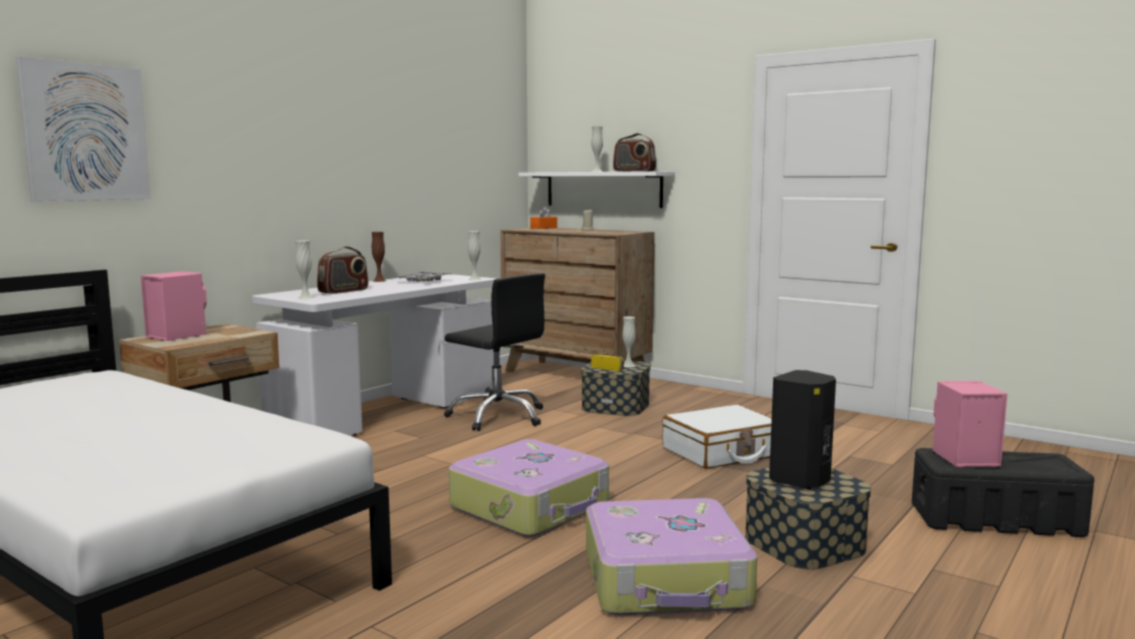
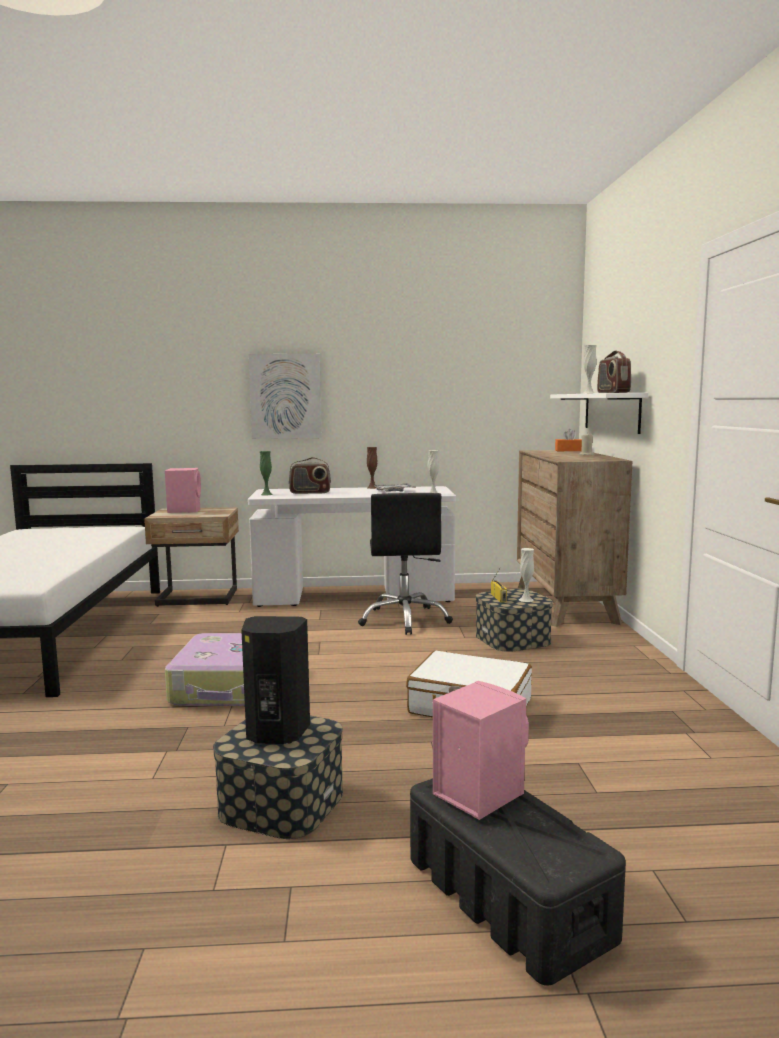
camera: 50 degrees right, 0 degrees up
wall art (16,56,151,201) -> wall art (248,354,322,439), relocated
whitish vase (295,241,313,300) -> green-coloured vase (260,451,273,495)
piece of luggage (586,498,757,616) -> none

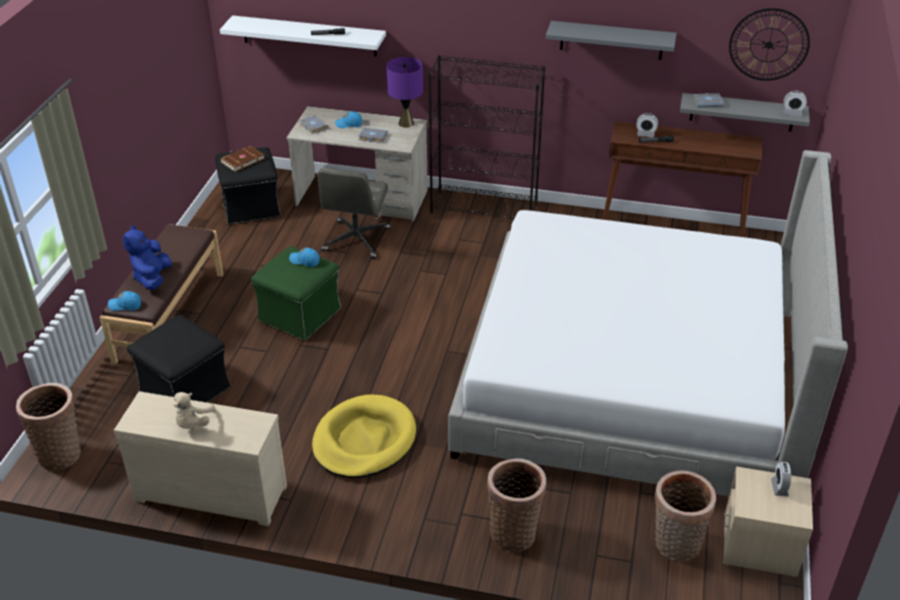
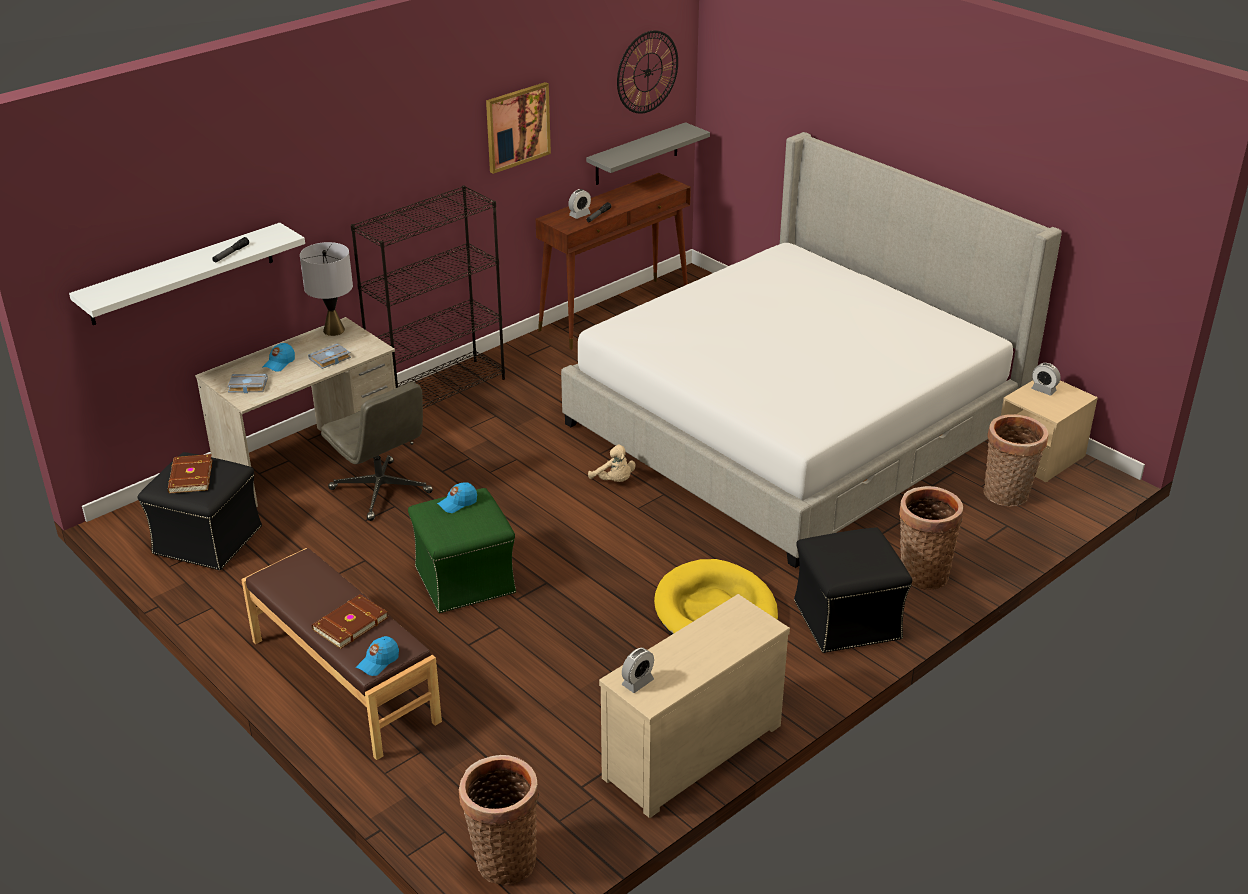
camera: 55 degrees left, 5 degrees down
bluish cuddly toy (123,225,172,290) -> brown bound book (312,594,388,649)
black-coloured pouffe (127,315,231,403) -> black-coloured pouffe (794,527,912,653), relocated
beige-coloured cuddly toy (173,392,216,429) -> beige-coloured cuddly toy (588,444,636,482), relocated
purple table lamp (387,57,423,127) -> greyish table lamp (300,242,353,336)
greyish wall shelf (546,21,676,60) -> wall art (486,82,551,174)
greyish bound book (693,93,724,107) -> none
alarm clock (783,91,807,116) -> alarm clock (622,648,654,693), relocated

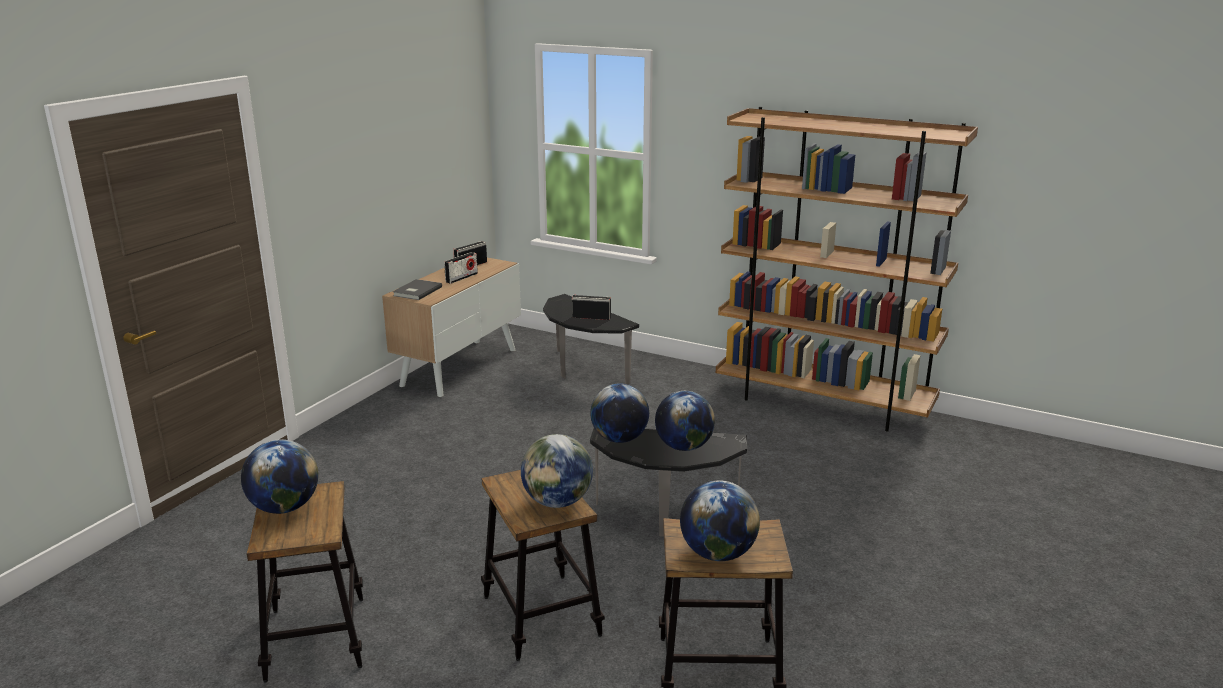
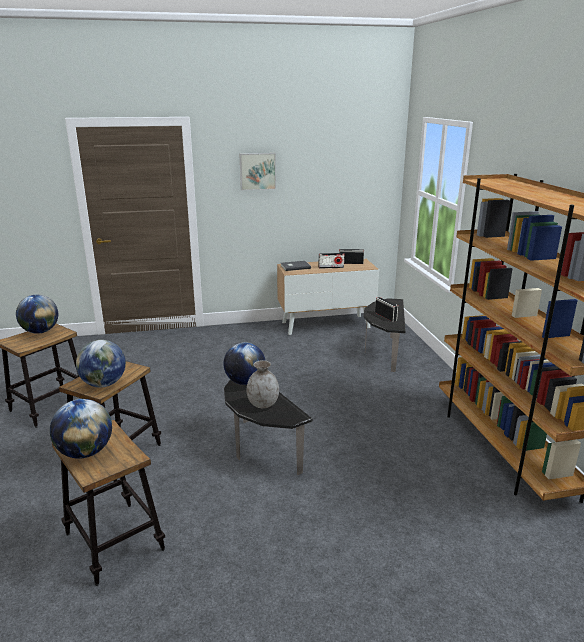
camera: 50 degrees right, 0 degrees up
desk globe (655,391,715,451) -> greyish vase (247,360,279,408)
none -> wall art (240,153,276,191)

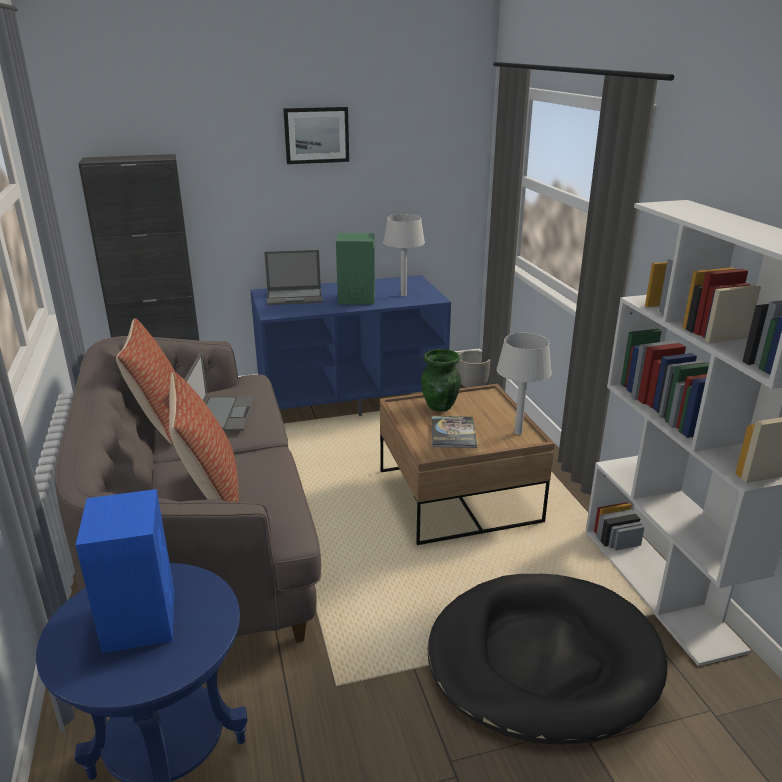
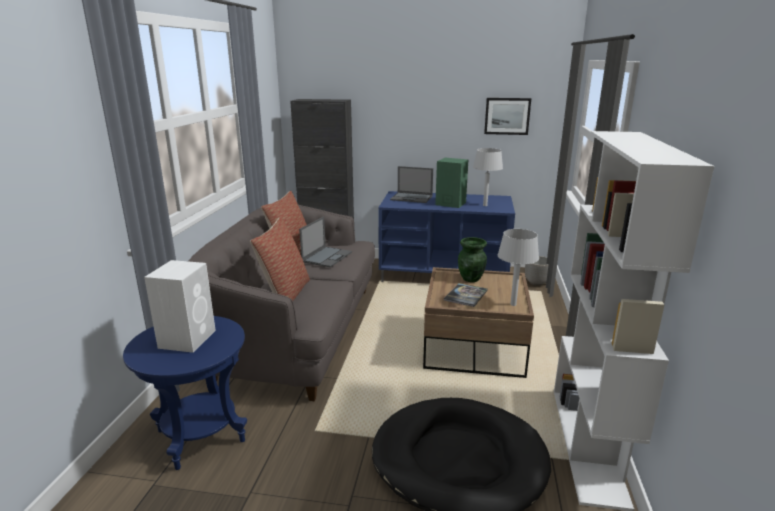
camera: 25 degrees right, 5 degrees down
bluish speaker (76,489,174,653) -> whitish speaker (144,260,216,353)
wall art (283,107,349,164) -> wall art (484,98,531,135), relocated

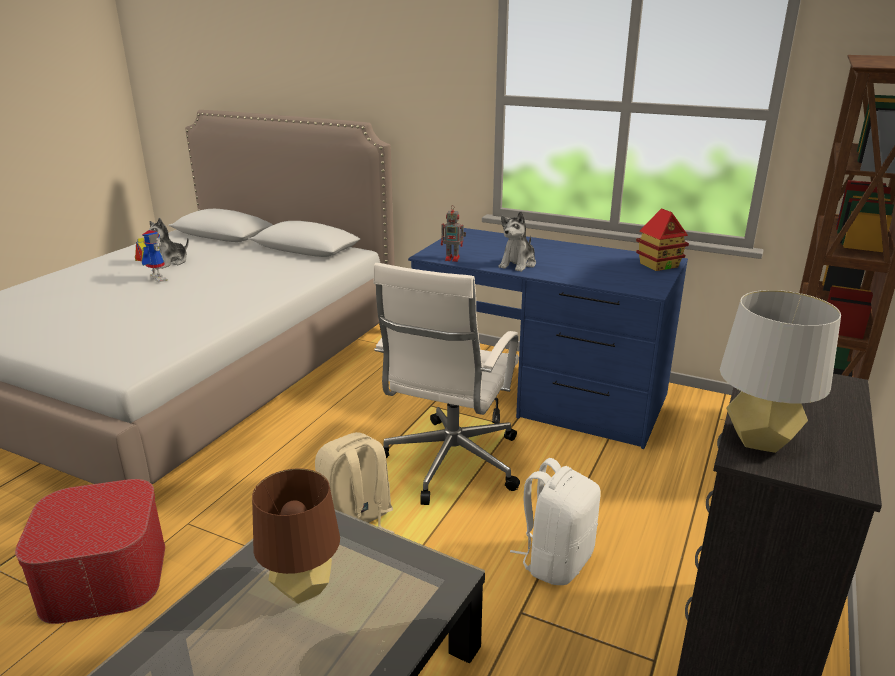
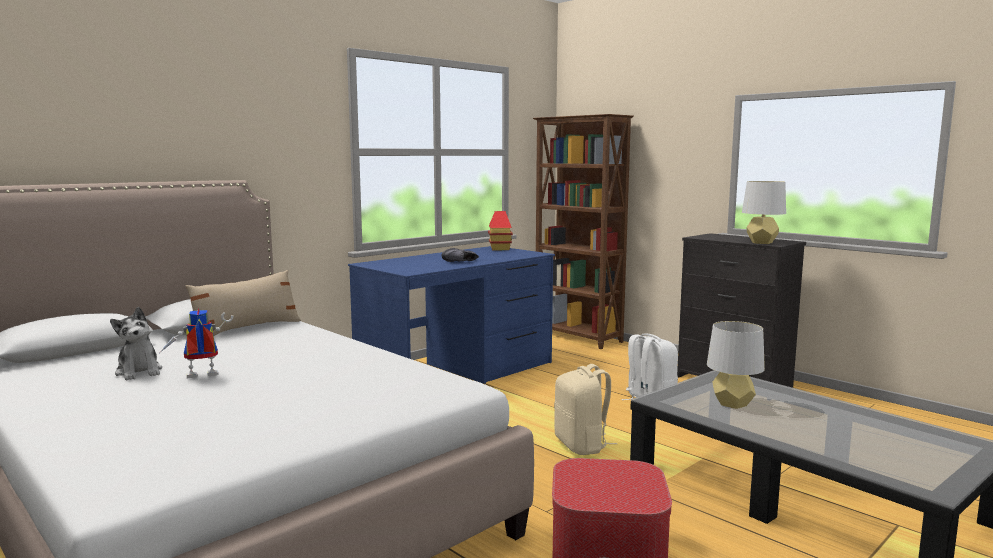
camera: 70 degrees left, 15 degrees down
brown table lamp (252,468,340,604) -> greyish table lamp (707,321,765,409)
whitish computer chair (373,263,520,505) -> none
robot figure (441,205,466,262) -> none
cuddly toy (499,211,536,272) -> black-coloured low shoe (442,248,479,262)
none -> beige-coloured pillow (186,270,301,336)

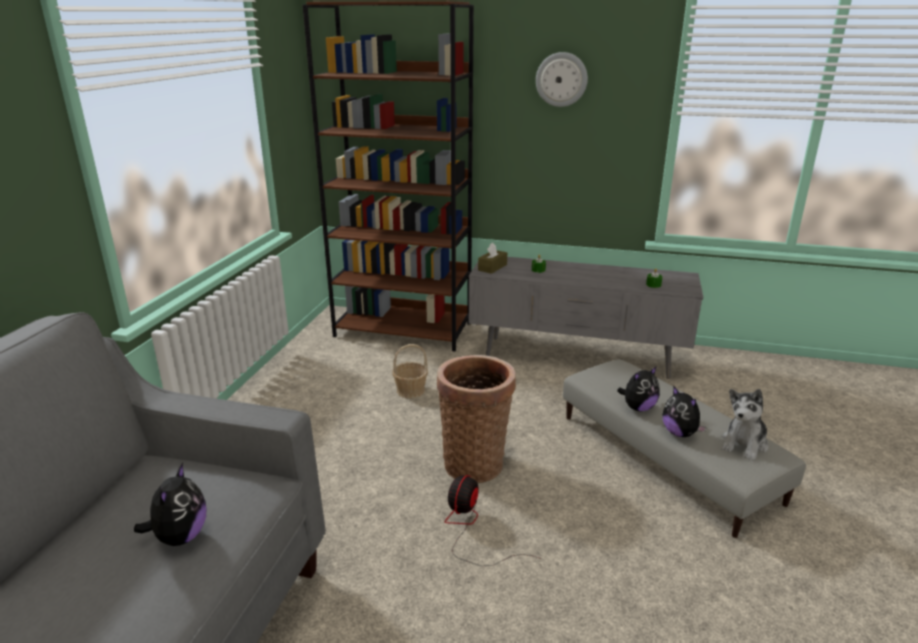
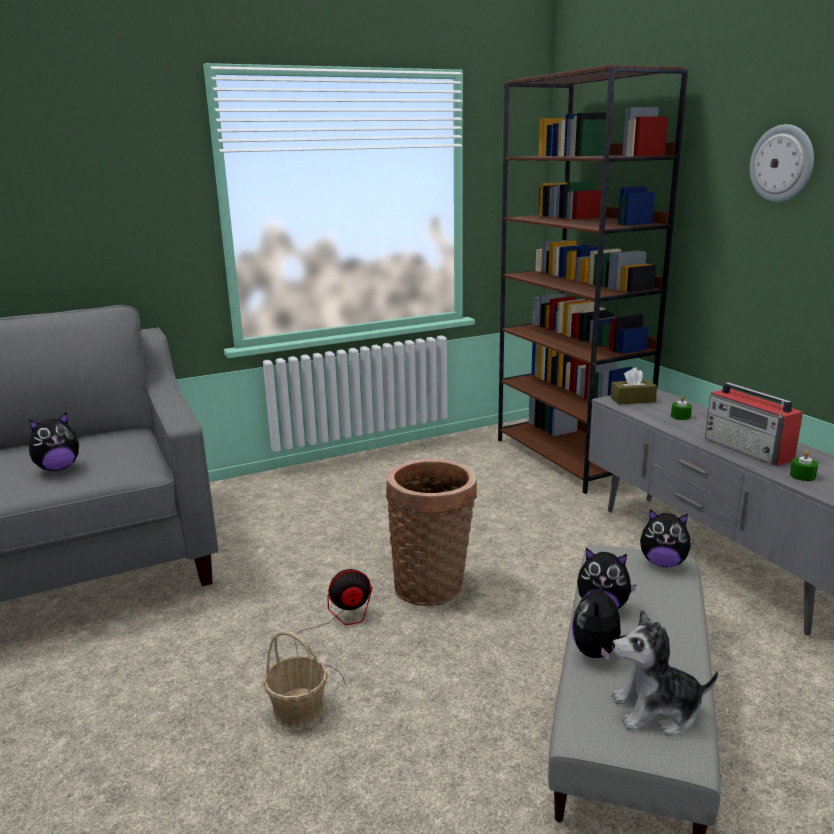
camera: 50 degrees right, 5 degrees down
household basket (392,344,428,398) -> household basket (263,631,328,728), relocated
none -> cuddly toy (640,509,695,567)
none -> radio set (705,382,803,466)

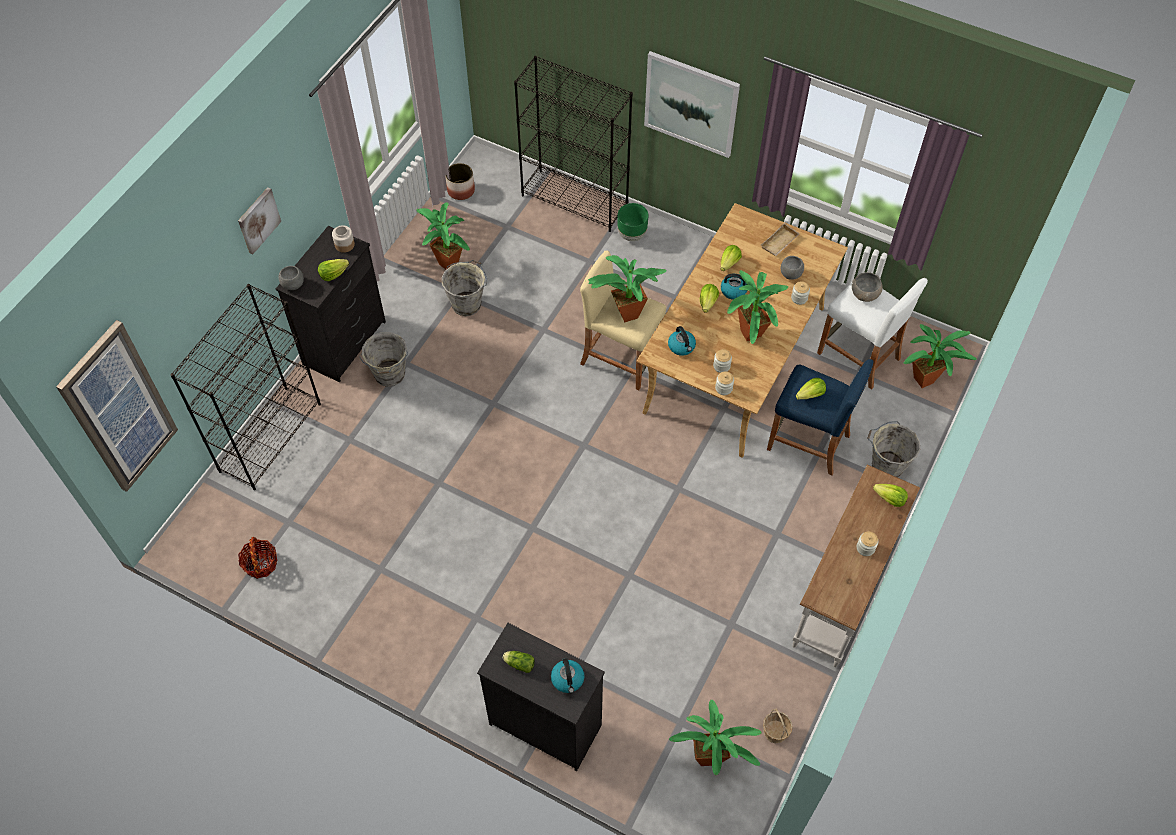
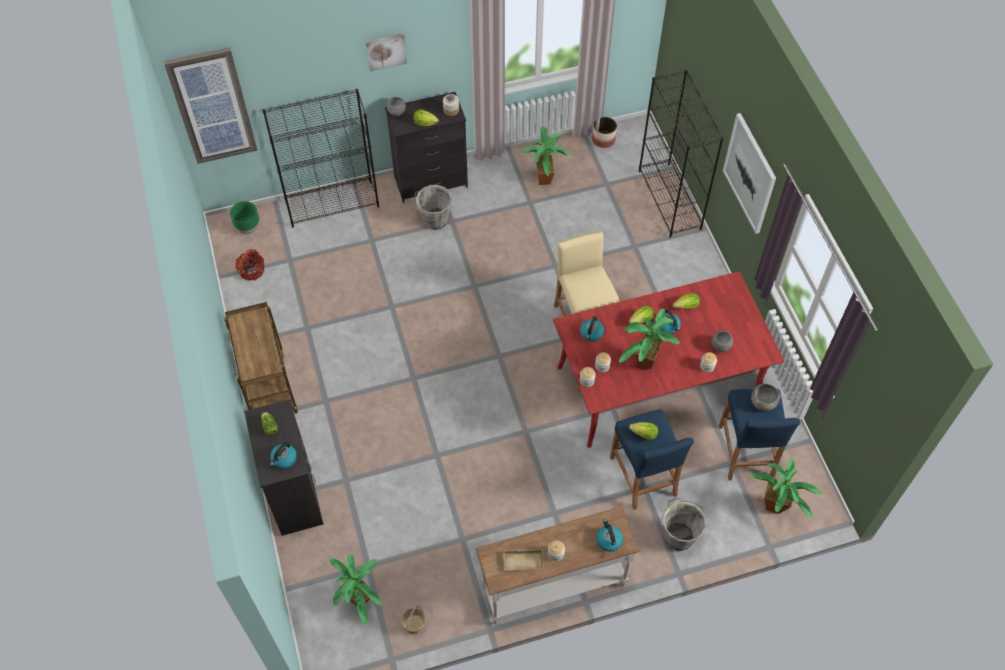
camera: 45 degrees right, 0 degrees up
greyish pail (442,259,487,316) -> none
potted plant (588,255,666,322) -> none
green-coloured planter (618,203,648,241) -> green-coloured planter (230,201,260,234), relocated
beige-coloured kitchen table (637,203,848,458) -> red kitchen table (553,271,784,448)
beige-coloured serving tray (761,223,800,256) -> beige-coloured serving tray (503,549,544,571), relocated
whitish stool seat (817,278,928,390) -> bluish stool seat (719,388,800,480)
lettuce (873,484,908,507) -> water kettle (596,519,623,552)
none -> brown trolley (224,302,298,414)

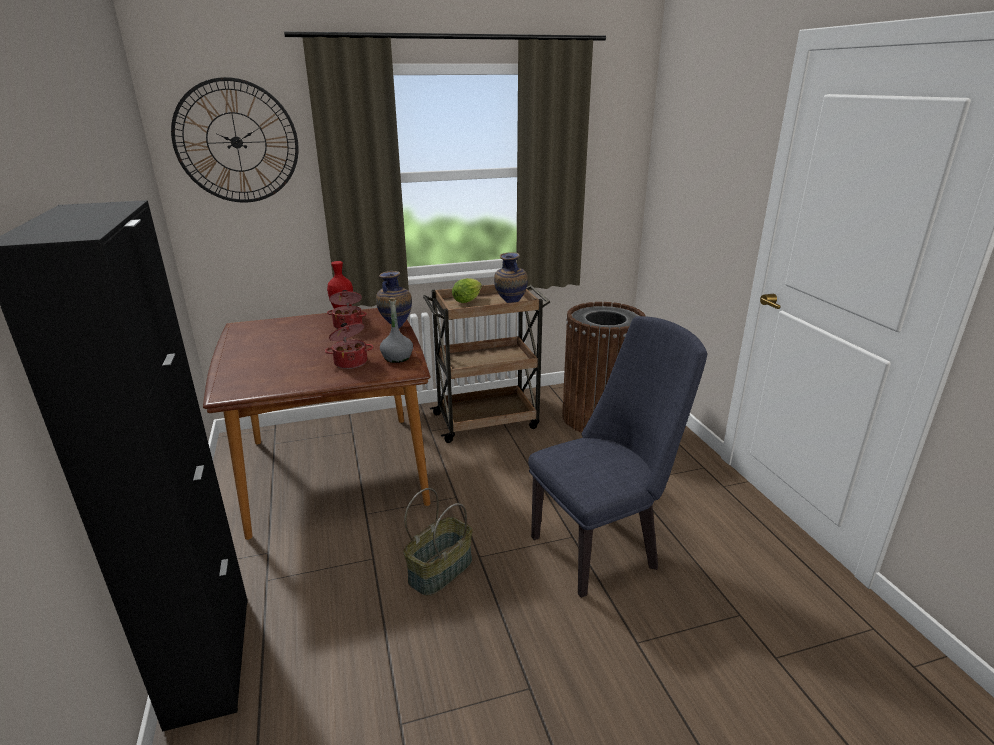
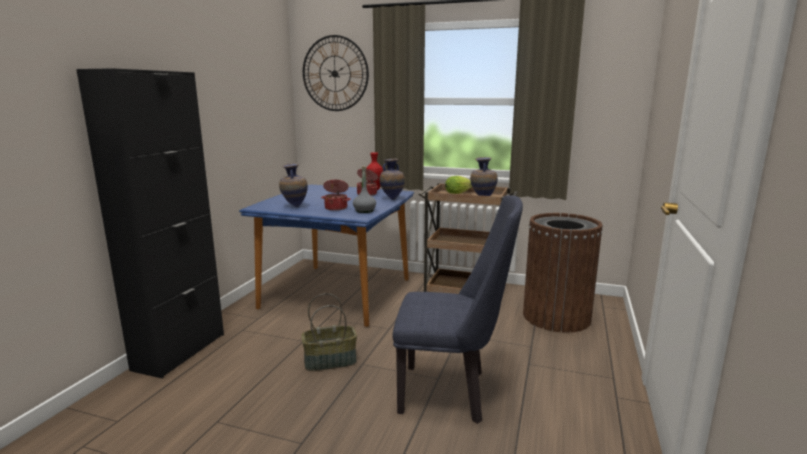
camera: 35 degrees right, 10 degrees down
brown kitchen table (203,308,431,540) -> bluish kitchen table (239,185,414,327)
none -> vase (279,163,308,207)

